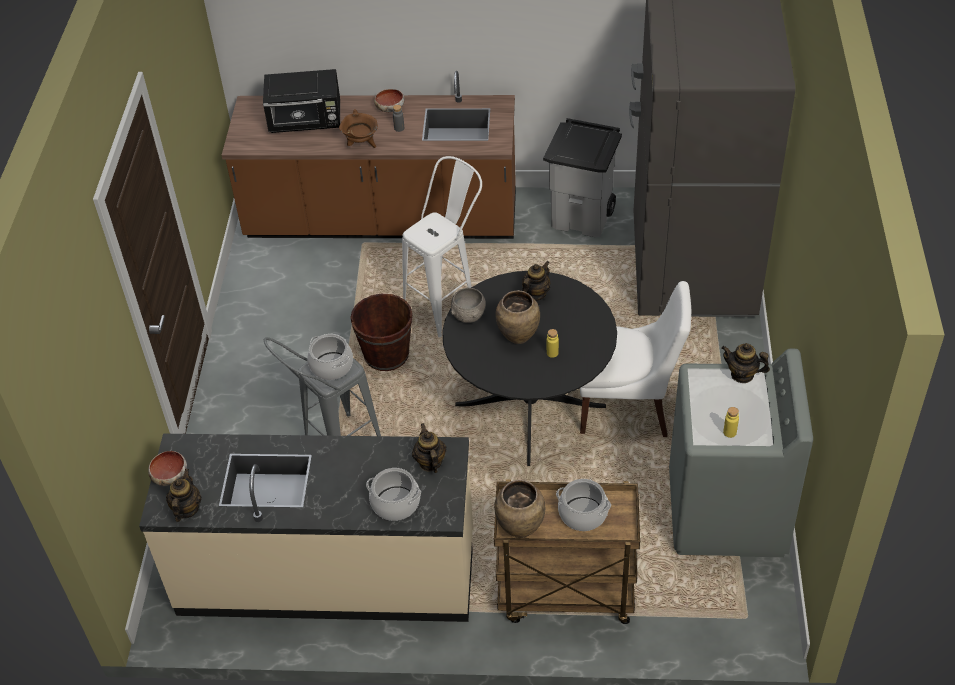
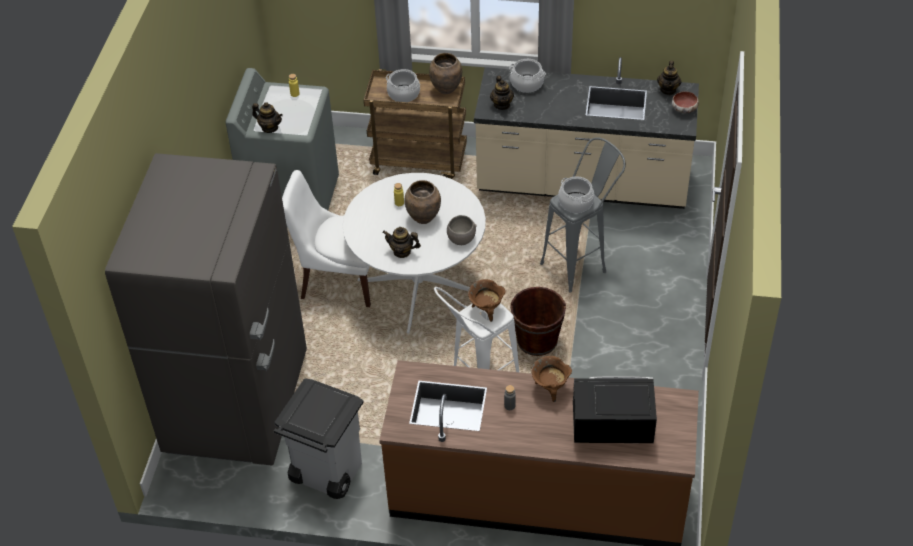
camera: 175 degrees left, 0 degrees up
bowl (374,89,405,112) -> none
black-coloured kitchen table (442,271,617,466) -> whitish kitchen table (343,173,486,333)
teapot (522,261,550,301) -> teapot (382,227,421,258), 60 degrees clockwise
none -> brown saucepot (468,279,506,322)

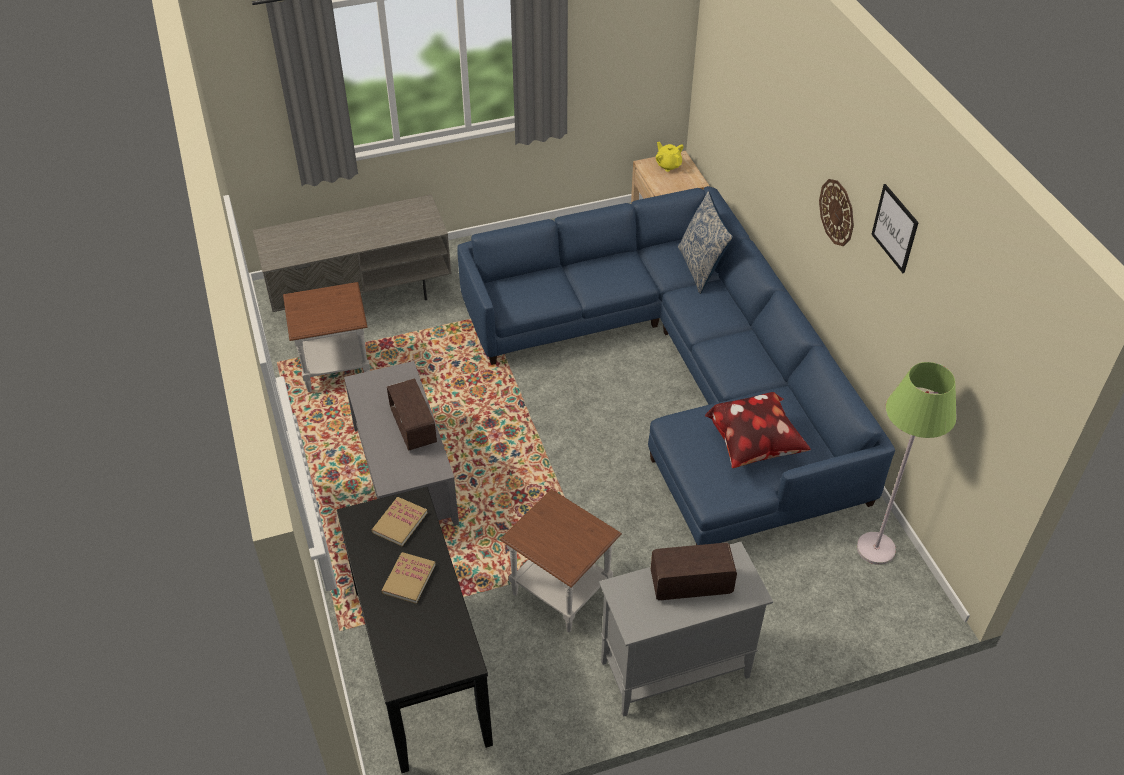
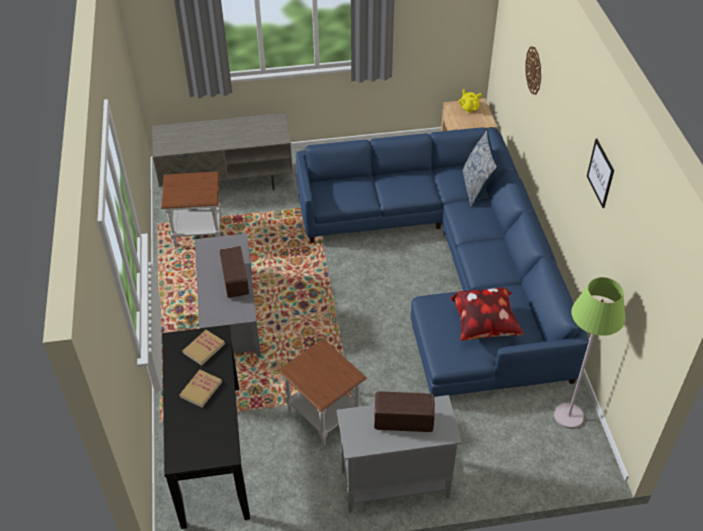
camera: 10 degrees right, 0 degrees up
clock on the wall (819,179,854,246) -> clock on the wall (525,46,541,95), relocated

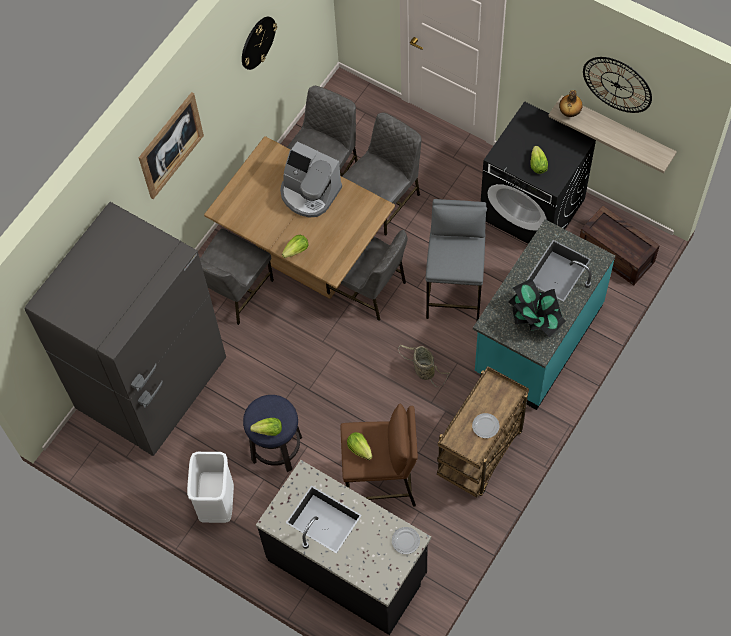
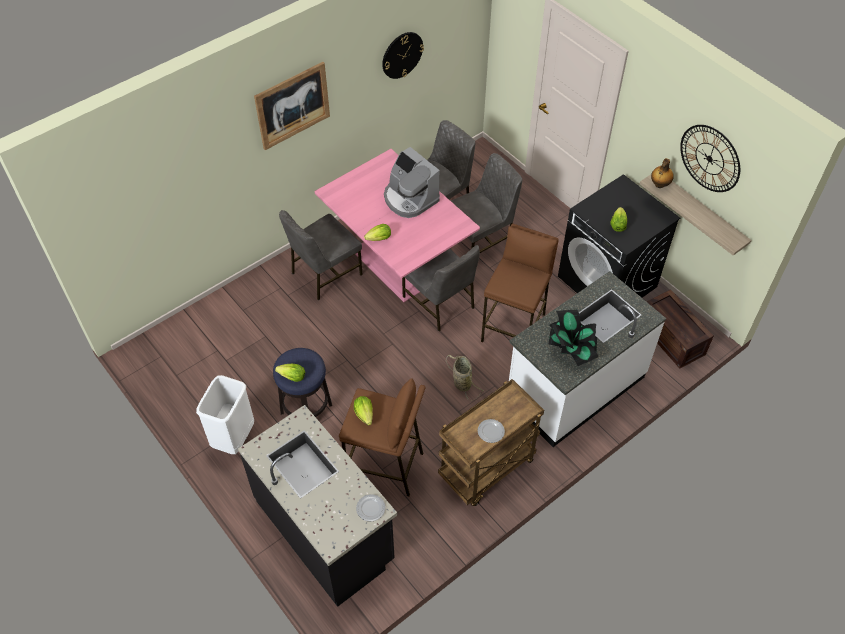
camera: 15 degrees right, 10 degrees down
greyish refrigerator (25,202,226,456) -> none
brown kitchen table (204,136,395,299) -> pink kitchen table (315,149,480,302)
greyish stool seat (426,199,487,322) -> brown stool seat (481,224,559,342)
turquoise kitchen counter (473,219,616,410) -> whitish kitchen counter (509,271,666,447)

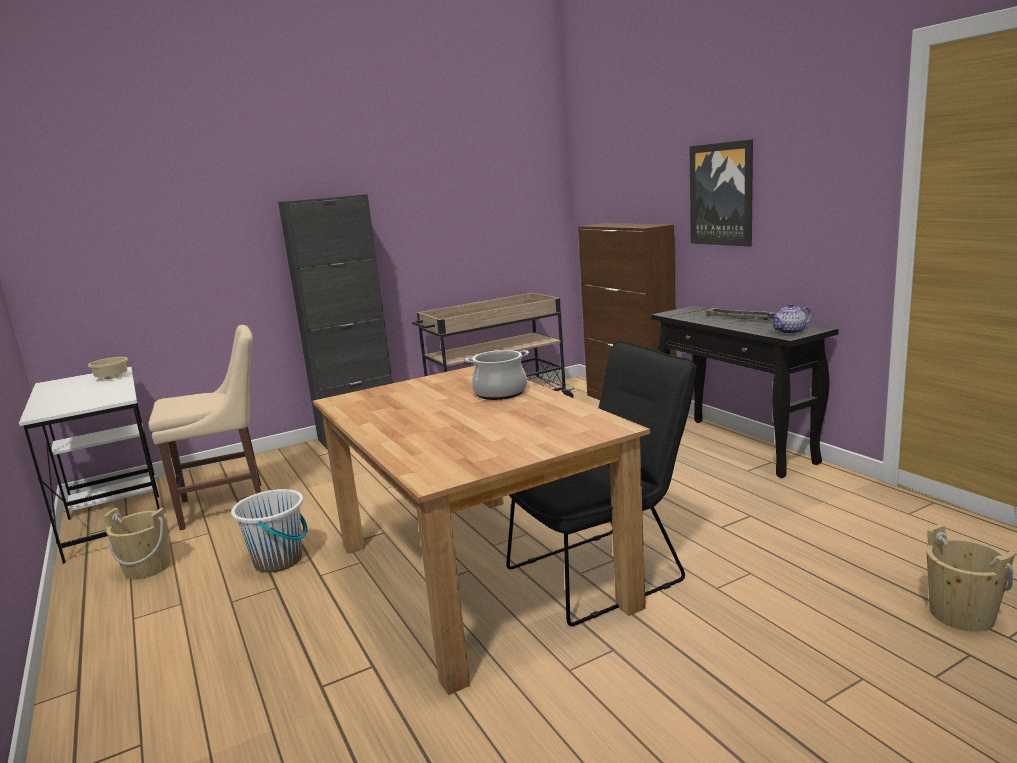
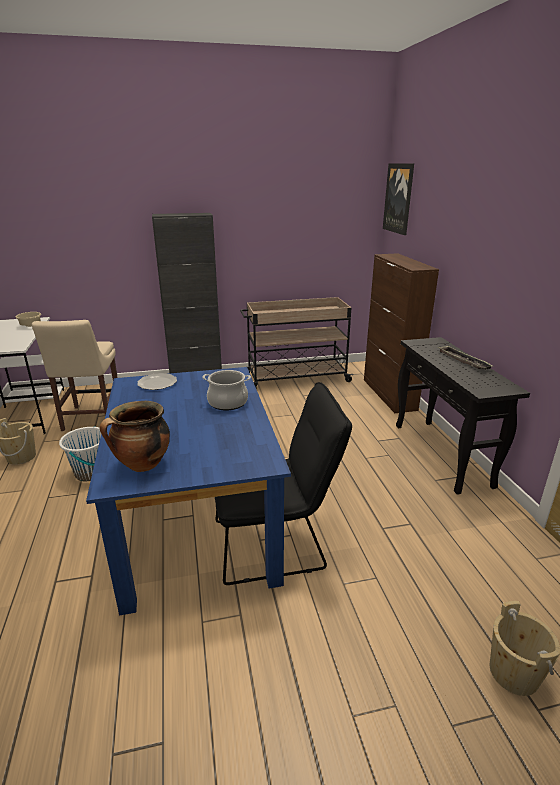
camera: 15 degrees right, 10 degrees up
beige-coloured plain chair (149,325,261,530) -> beige-coloured plain chair (32,320,118,431), 90 degrees clockwise
brown kitchen table (313,366,650,695) -> bluish kitchen table (86,367,291,616)
wall art (690,139,753,247) -> wall art (383,163,414,235), relocated
teapot (770,303,812,334) -> none
none -> saucepot (100,401,170,472)
none -> flat dish (137,373,177,390)

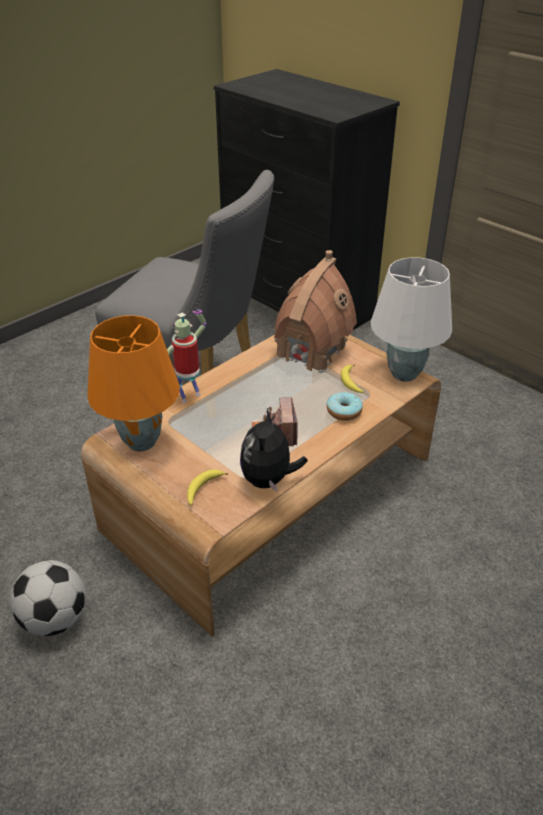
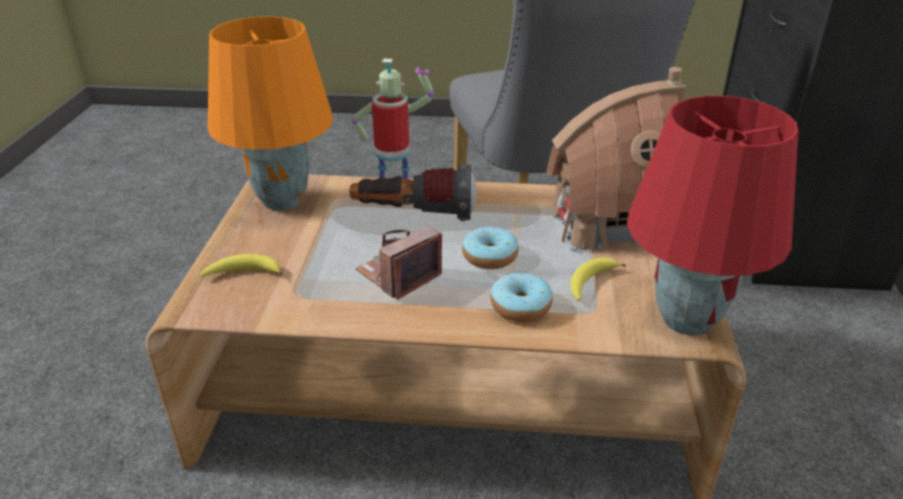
camera: 50 degrees right, 5 degrees down
football (10,560,86,636) -> none
cuddly toy (240,409,308,492) -> none
whitish table lamp (371,257,452,382) -> red table lamp (627,96,798,335)
none -> torch (349,164,477,221)
none -> doughnut (462,227,519,269)

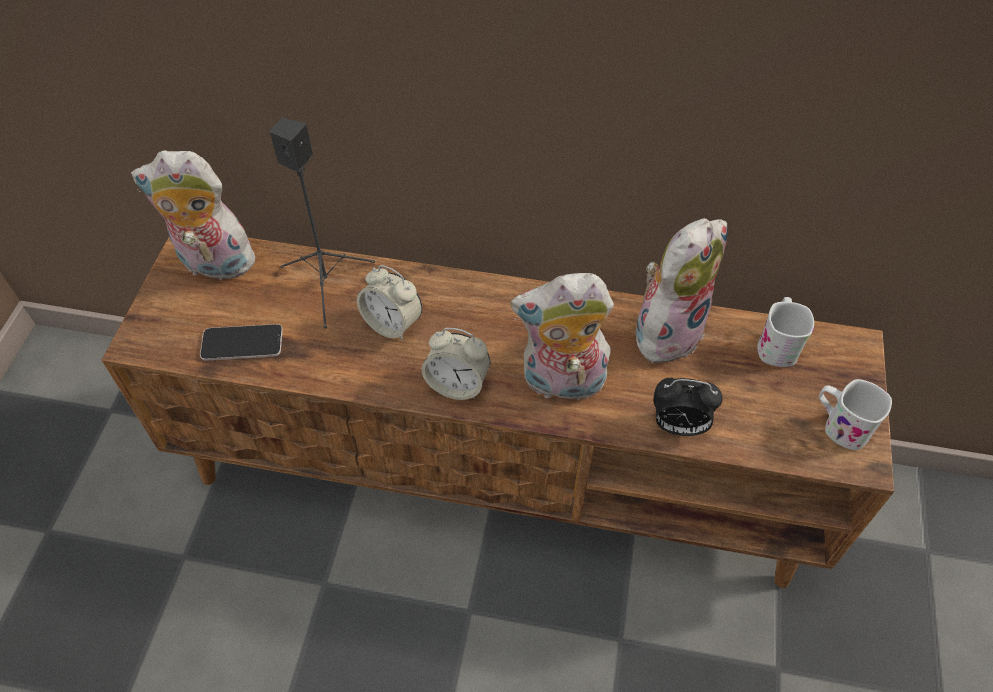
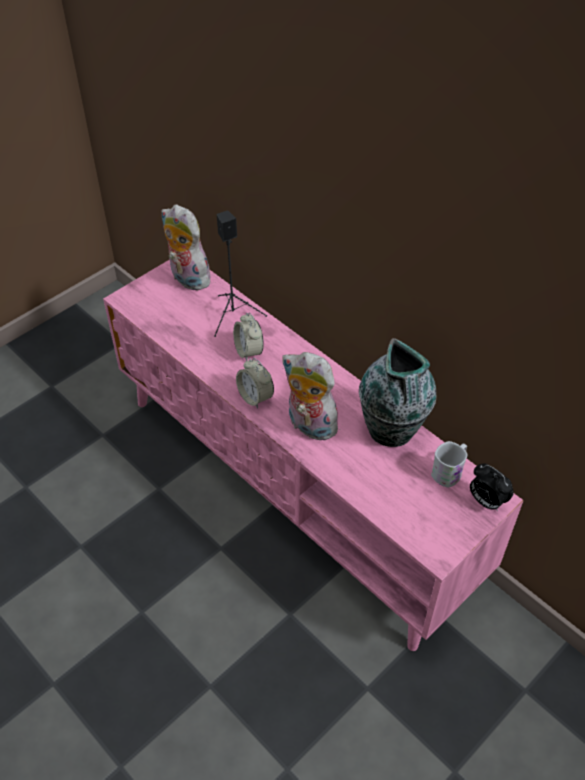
camera: 35 degrees right, 5 degrees down
brown media console (102,237,895,588) -> pink media console (103,260,524,651)
phone (200,324,283,361) -> none
cuddly toy (636,218,728,366) -> vase (359,338,436,447)
alarm clock (653,378,723,436) -> alarm clock (470,464,513,511), relocated
whitish coffee mug (819,379,892,450) -> none

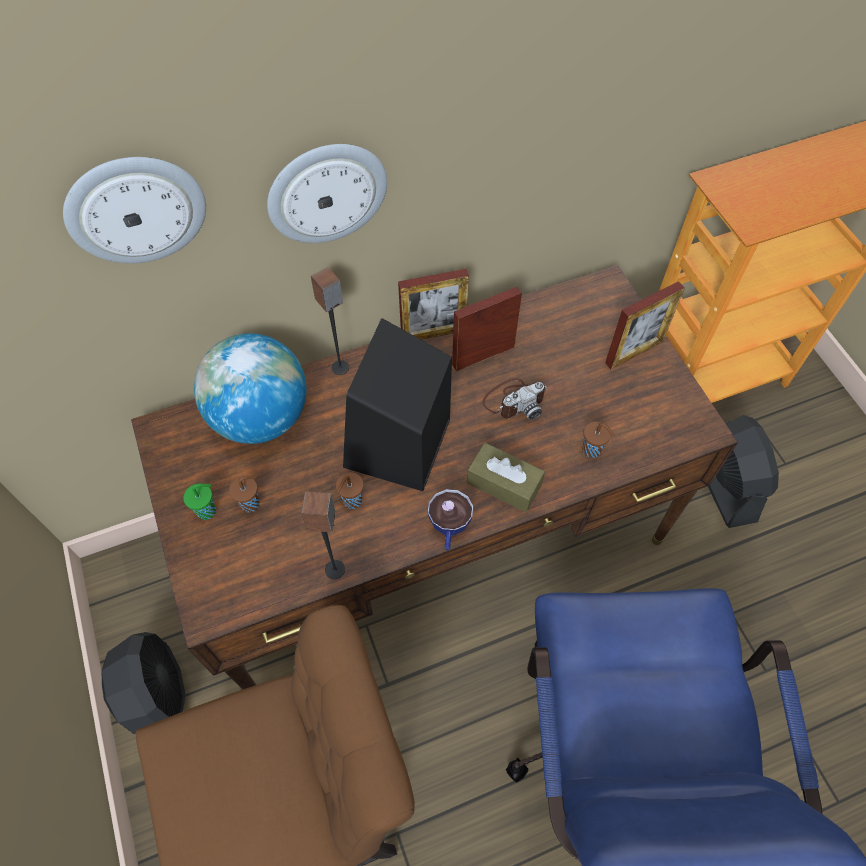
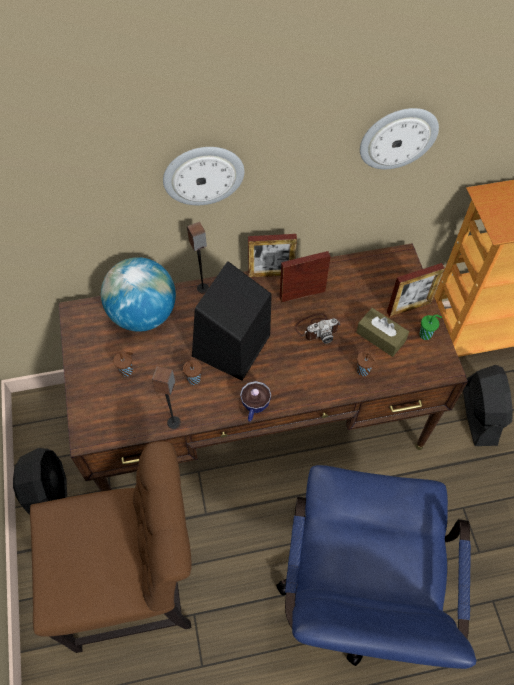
camera: 10 degrees right, 0 degrees up
clock on the wall (63,157,206,263) -> clock on the wall (360,108,439,169), relocated
green-coloured drinking cup (183,483,216,520) -> green-coloured drinking cup (419,315,442,340), relocated
brown tissue holder (467,442,545,512) -> brown tissue holder (356,308,409,357), relocated

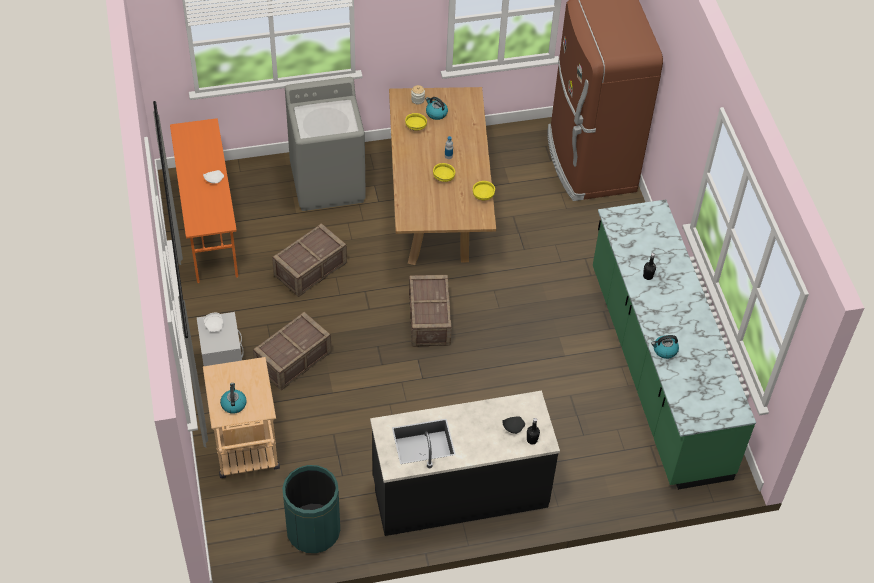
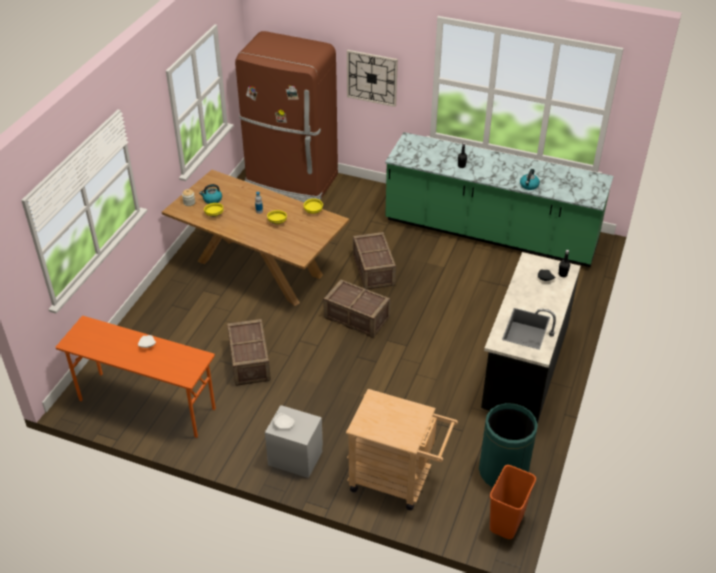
camera: 55 degrees left, 10 degrees down
water kettle (220,383,247,414) -> none
crate (253,312,332,390) -> crate (353,232,396,290), relocated
greyish laundry appliance (285,77,366,211) -> none
none -> clock on the wall (347,50,398,107)
none -> orangey waste bin (490,465,536,539)

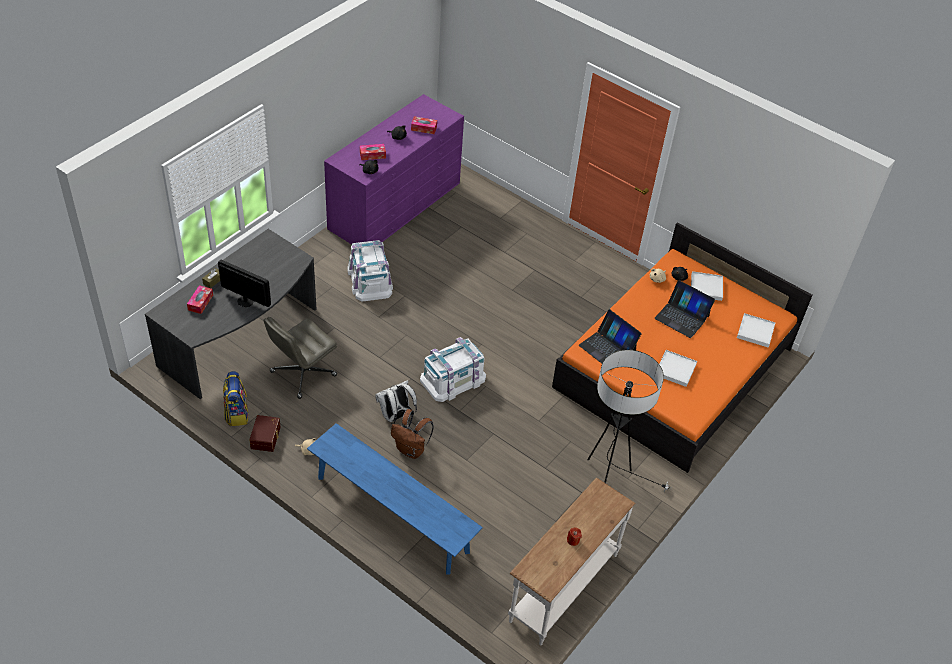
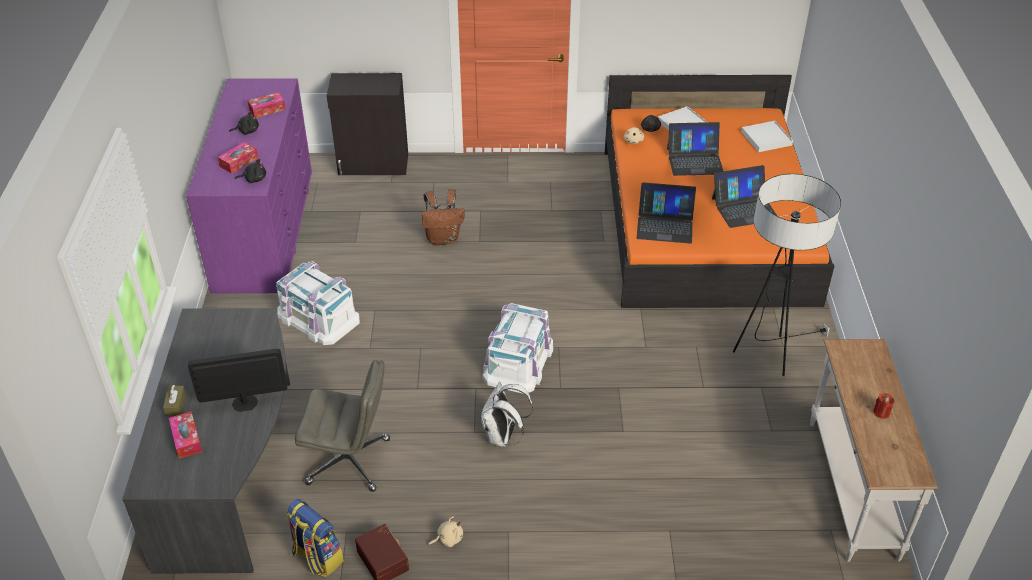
camera: 35 degrees left, 5 degrees down
greyish computer chair (264,317,337,399) -> greyish computer chair (295,360,390,492), 90 degrees counterclockwise
bluish bench (307,423,483,575) -> none
brown knapsack (391,409,434,459) -> brown knapsack (422,189,465,245), relocated
whitish serving tray (659,350,697,387) -> notebook computer (712,165,777,228)
none -> black-coloured cupboard (327,73,408,176)

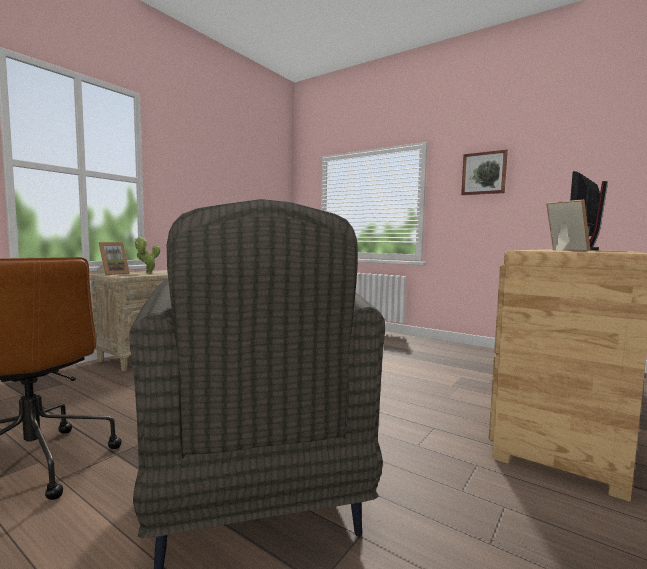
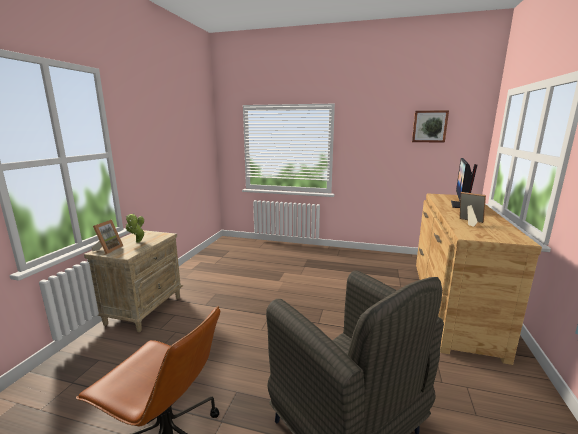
camera: 20 degrees left, 10 degrees up
wall art (461,149,508,195) -> wall art (412,110,449,143), relocated

